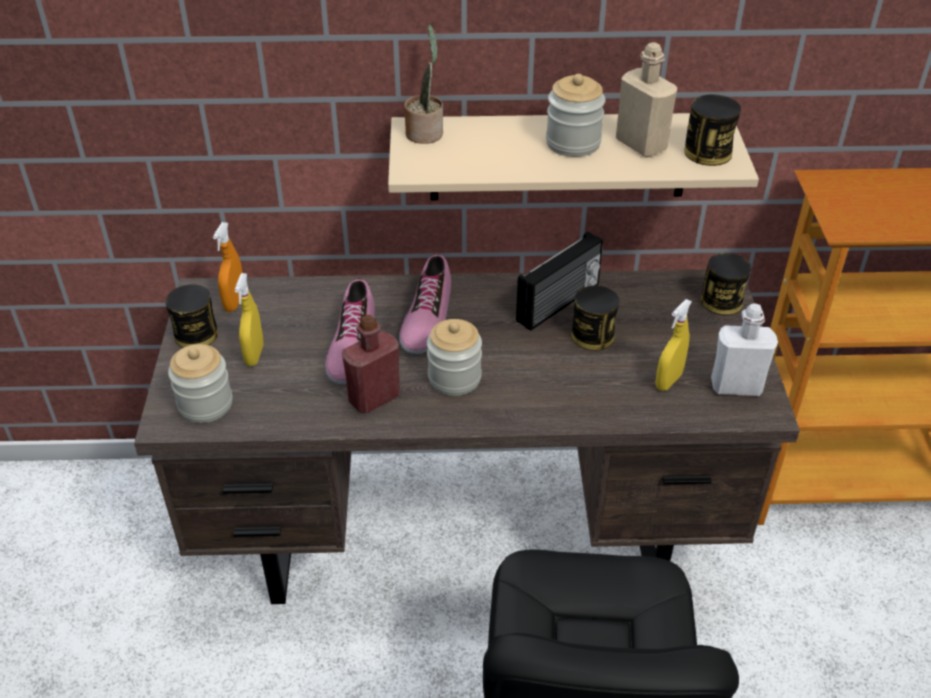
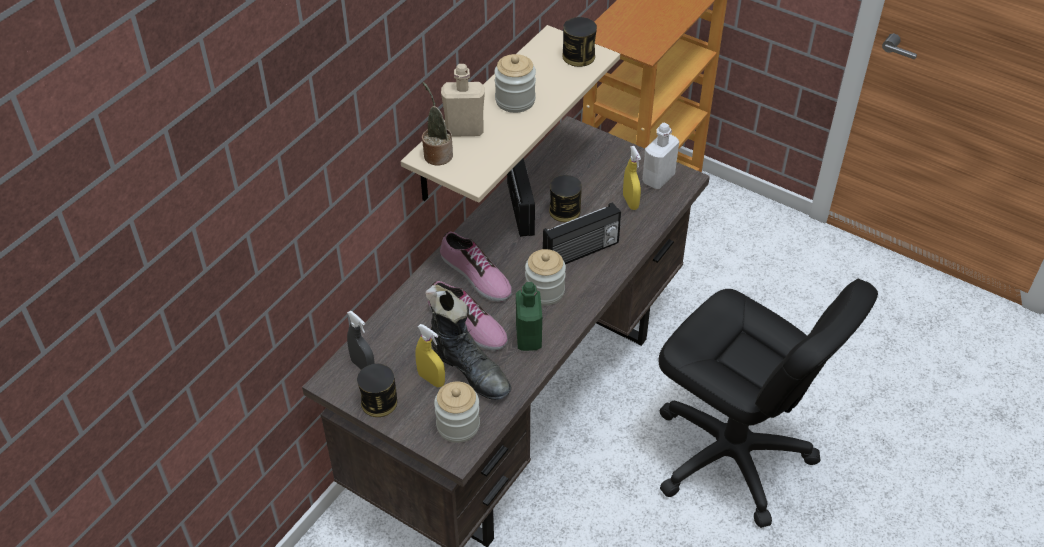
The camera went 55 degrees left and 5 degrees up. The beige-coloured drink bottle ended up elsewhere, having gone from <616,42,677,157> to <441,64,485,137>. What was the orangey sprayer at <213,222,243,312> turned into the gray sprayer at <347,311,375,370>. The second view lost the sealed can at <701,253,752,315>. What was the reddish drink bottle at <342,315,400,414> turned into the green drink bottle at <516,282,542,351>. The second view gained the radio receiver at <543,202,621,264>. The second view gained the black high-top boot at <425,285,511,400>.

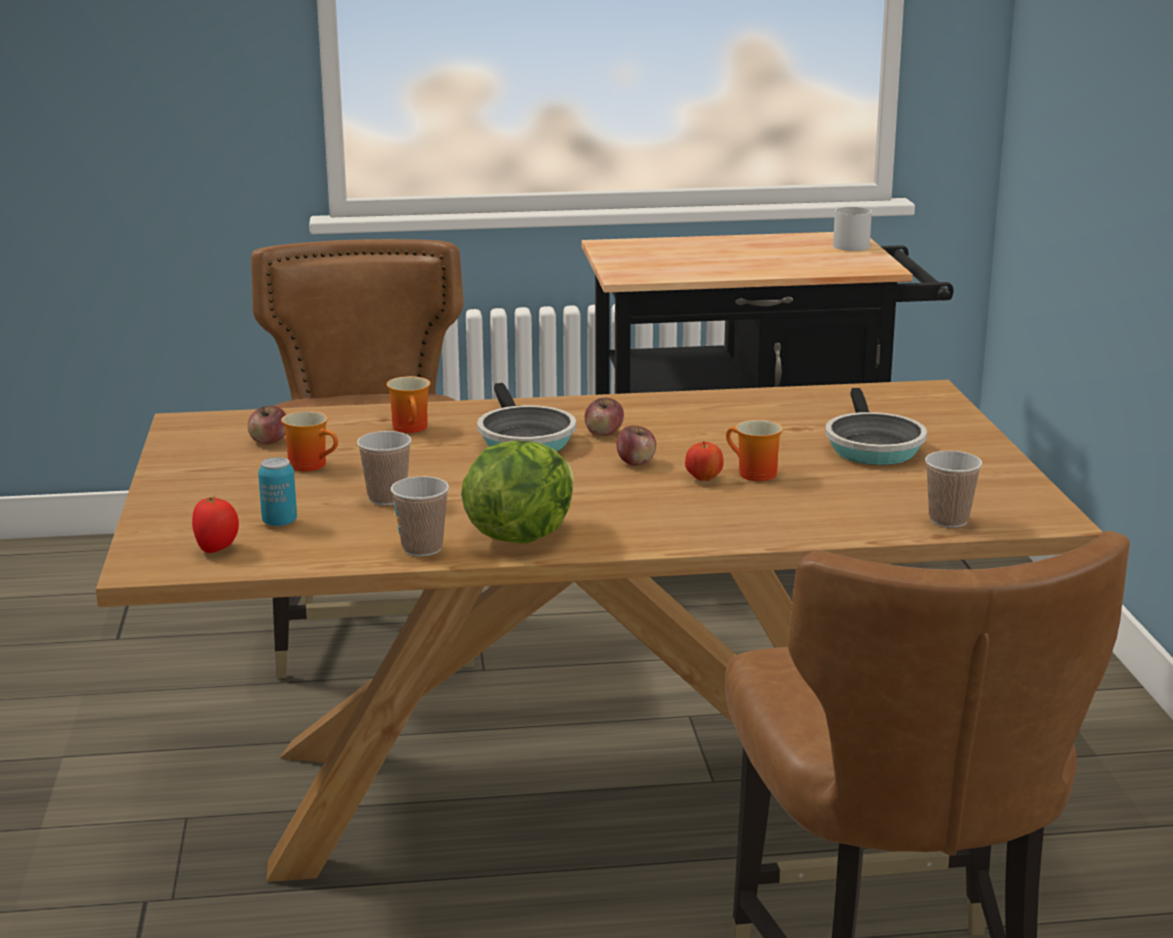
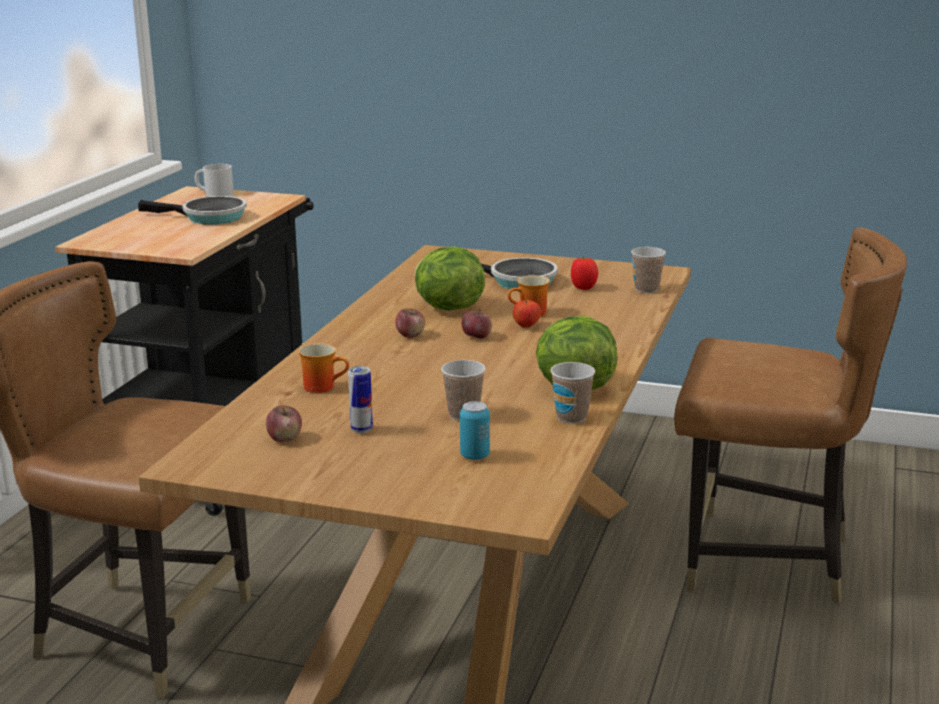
The camera went 65 degrees left and 0 degrees up. The frying pan ended up elsewhere, having gone from <477,383,576,451> to <138,196,247,225>. Where the mug stood at <281,411,338,471>, the sealed can came to stand at <348,366,373,433>. The tomato ended up elsewhere, having gone from <192,496,239,553> to <571,257,598,290>. The second view gained the head of lettuce at <415,247,485,310>.

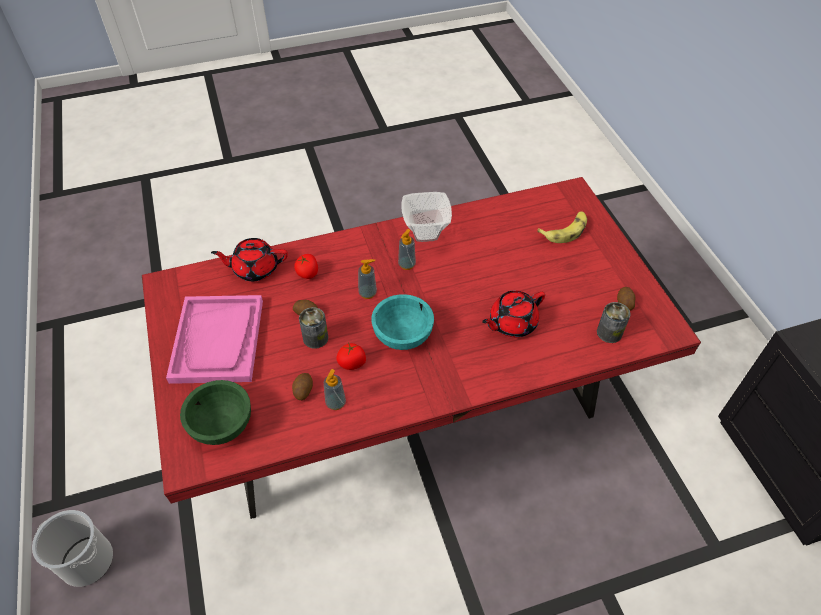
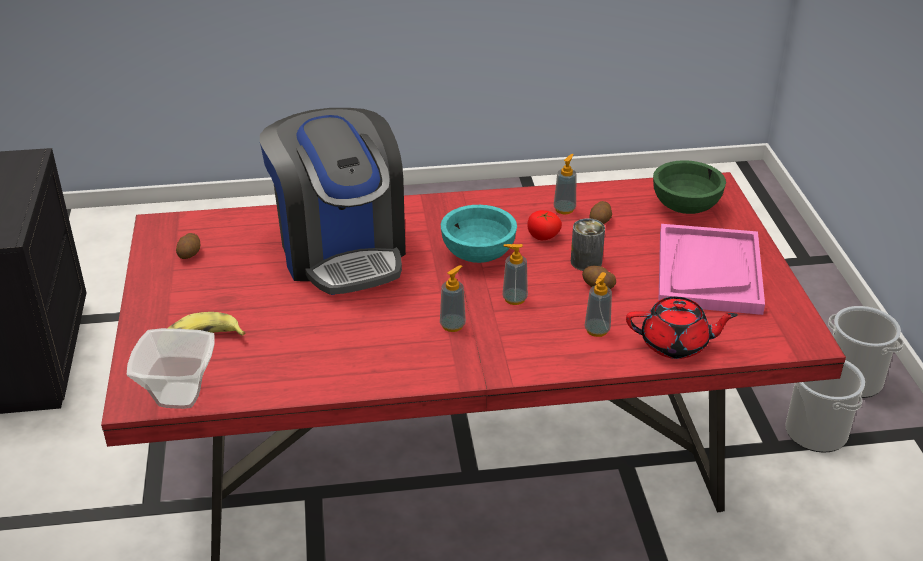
The camera went 170 degrees left and 15 degrees down. The serving bowl ended up elsewhere, having gone from <402,192,452,242> to <127,328,215,409>. Where the tomato stood at <294,254,318,279>, the liquid soap bottle came to stand at <584,272,612,337>. Where the reddish pot for tea stood at <482,290,545,337>, the coffee maker came to stand at <260,108,406,295>. The second view lost the sealed can at <597,302,630,343>. The second view gained the pail at <785,360,865,452>.

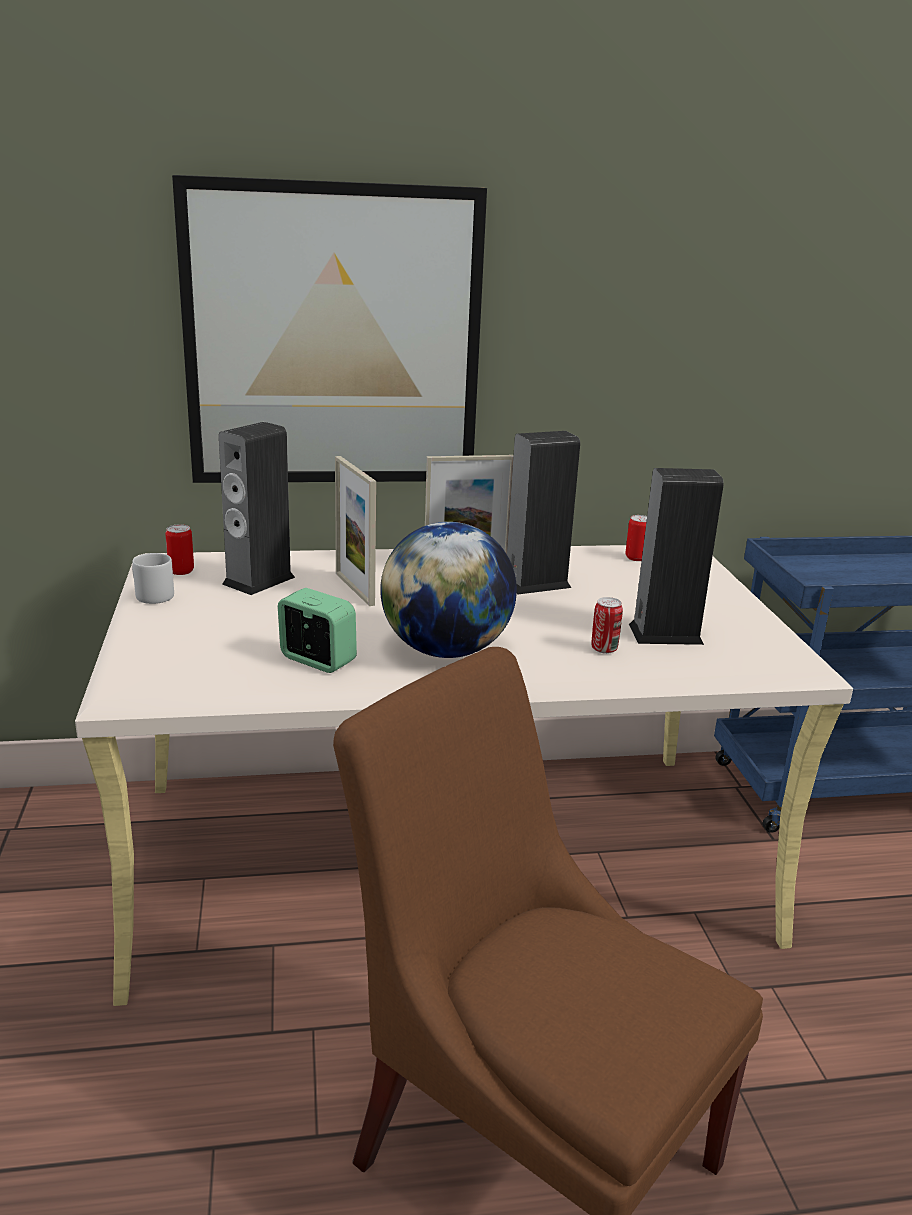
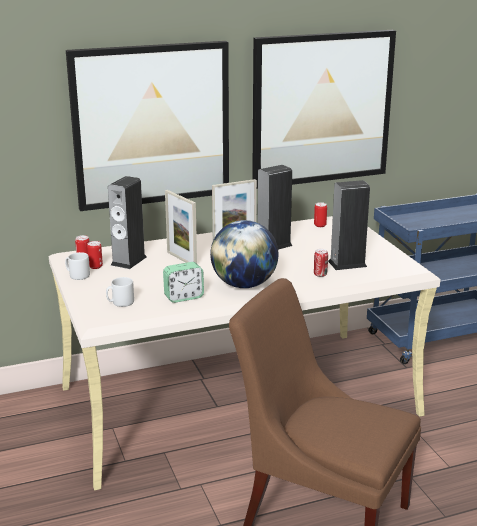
The camera went 10 degrees left and 0 degrees up. The alarm clock at <278,588,357,673> ended up facing another way, 135 degrees clockwise from before. The second view gained the wall art at <252,30,396,189>. The second view gained the sealed can at <87,241,103,269>. The second view gained the gray mug at <106,277,134,307>.

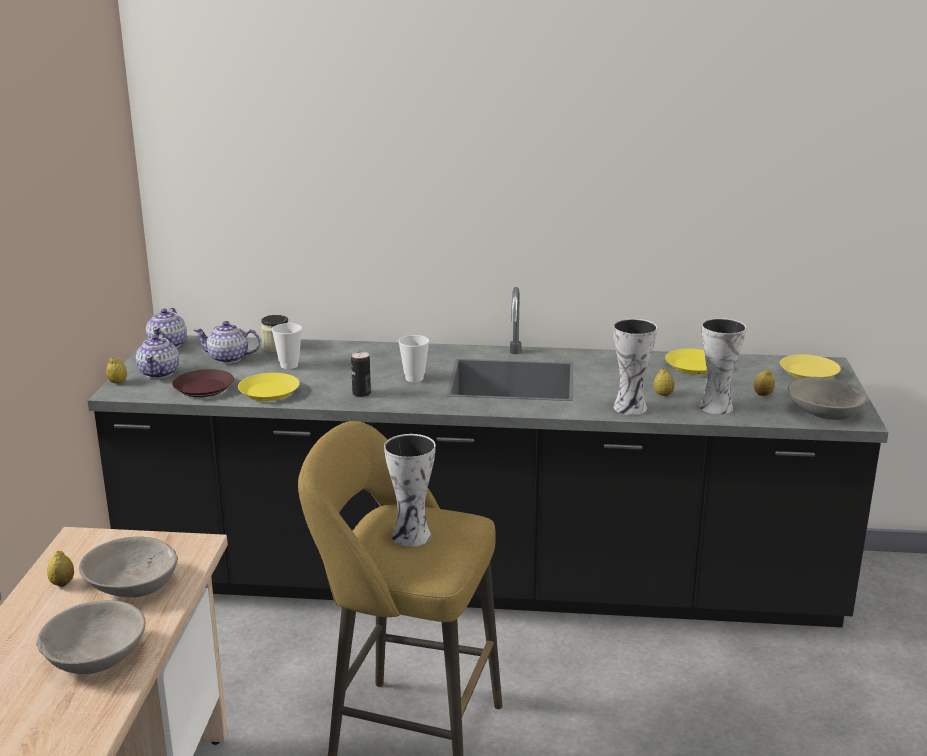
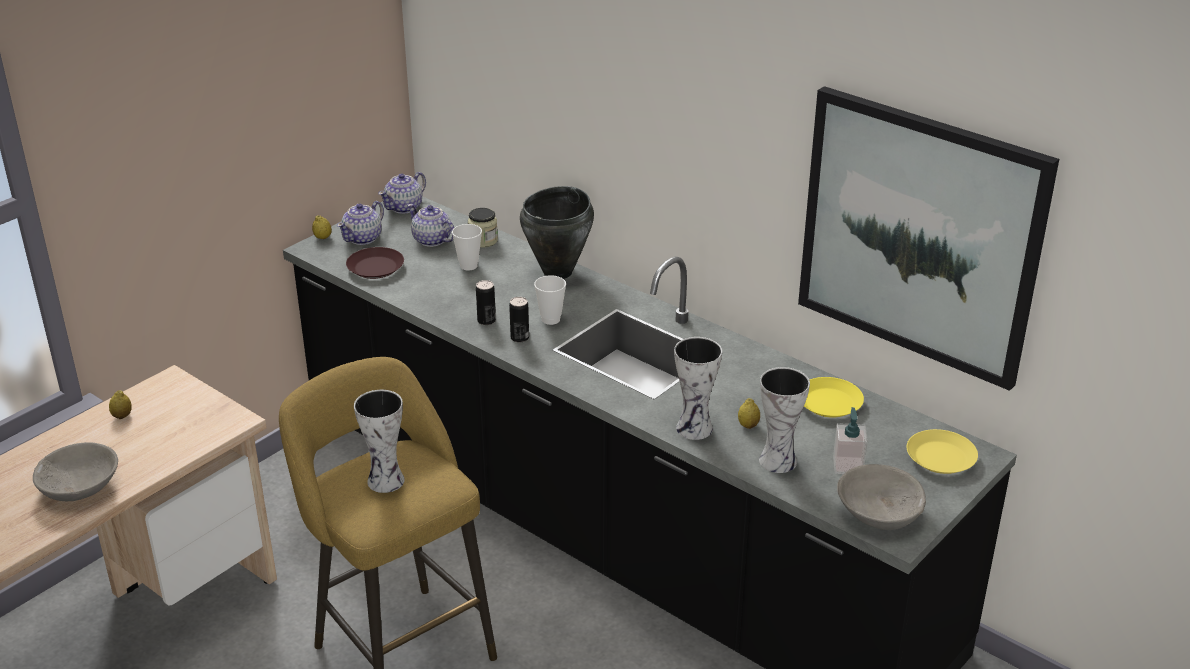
The camera went 35 degrees right and 10 degrees up. Where the lemon stood at <753,369,775,396>, the liquid soap bottle came to stand at <833,407,868,474>. The second view lost the yellow-coloured dinner plate at <238,373,300,401>. The second view lost the gray serving bowl at <79,536,178,597>. The second view gained the wall art at <798,86,1059,391>. The second view gained the black saucepot at <520,186,594,279>. The second view gained the sealed can at <509,297,529,342>.

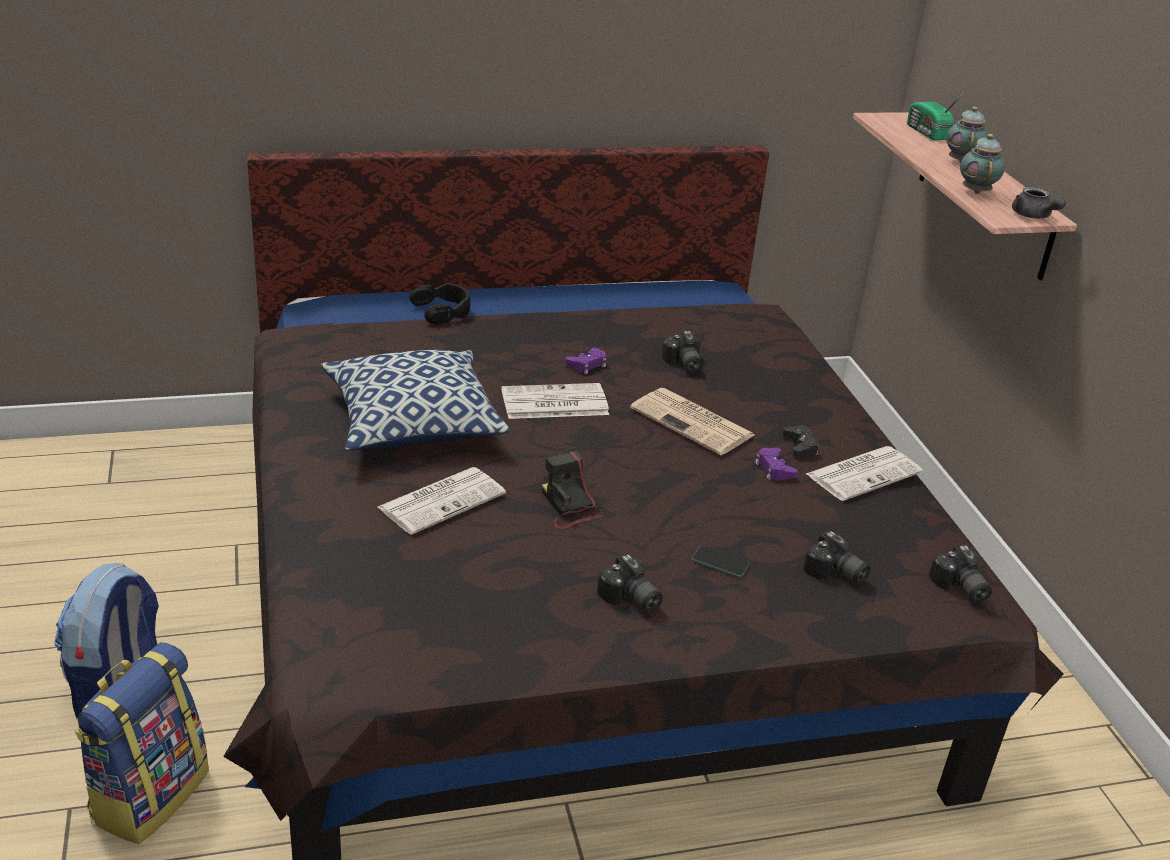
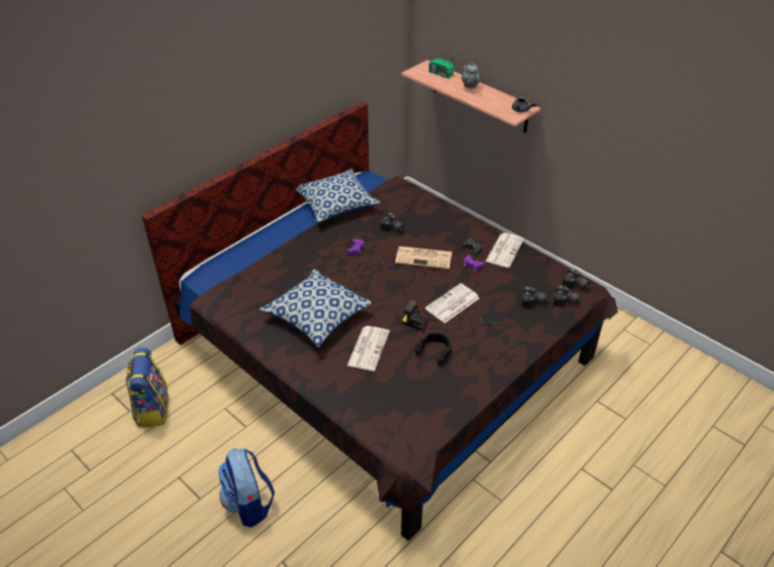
The camera went 30 degrees left and 10 degrees up. The second view lost the pot for tea at <960,134,1005,194>. The black headphones ended up elsewhere, having gone from <410,283,471,325> to <415,332,452,365>. The newspaper ended up elsewhere, having gone from <501,383,609,419> to <425,283,480,323>. The photo camera ended up elsewhere, having gone from <597,554,663,612> to <553,285,580,307>. The knapsack ended up elsewhere, having gone from <75,642,209,844> to <126,348,168,428>. The second view gained the throw pillow at <296,169,381,223>.

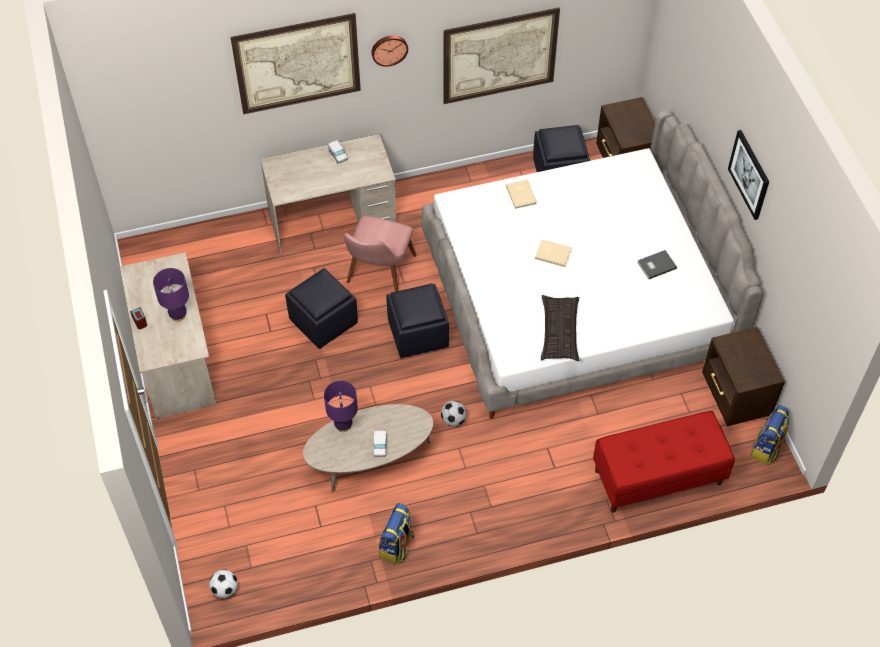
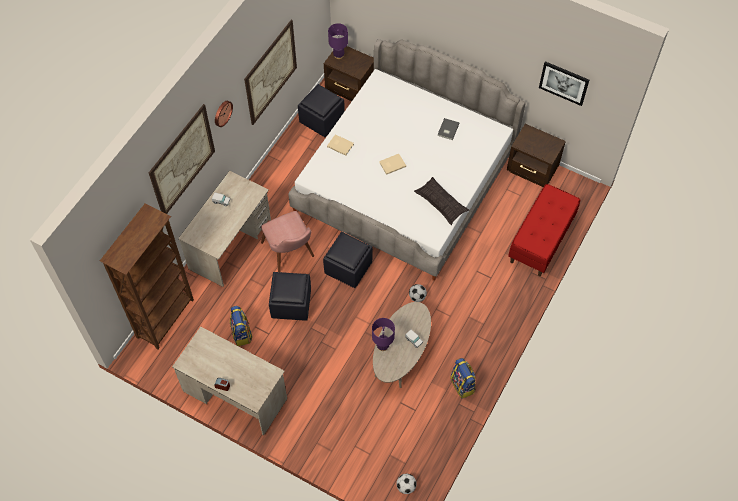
The camera went 45 degrees left and 5 degrees up. The wall art ended up elsewhere, having gone from <728,130,769,220> to <539,61,589,106>. The purple-coloured table lamp ended up elsewhere, having gone from <153,268,189,322> to <328,23,348,59>. The knapsack ended up elsewhere, having gone from <750,405,790,465> to <230,306,252,346>. The second view gained the brown-coloured bookshelf at <100,203,194,349>.

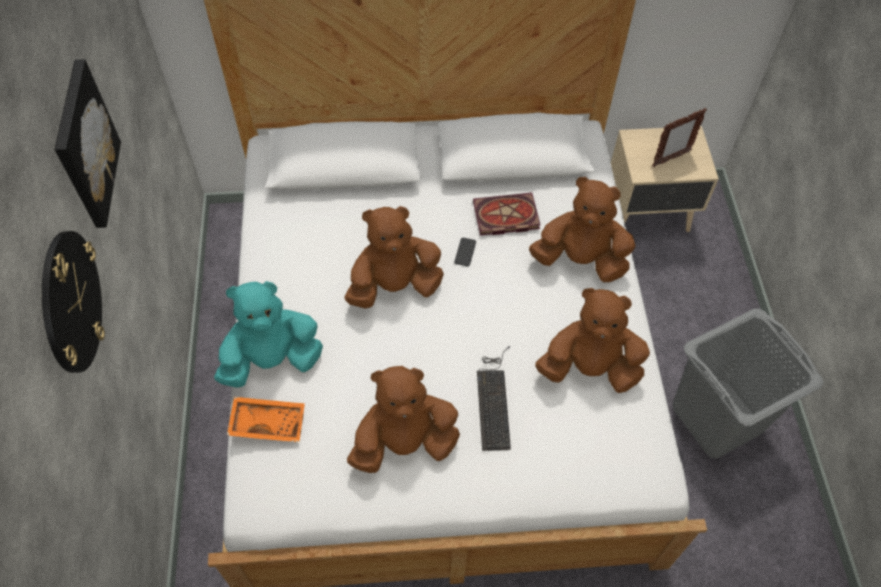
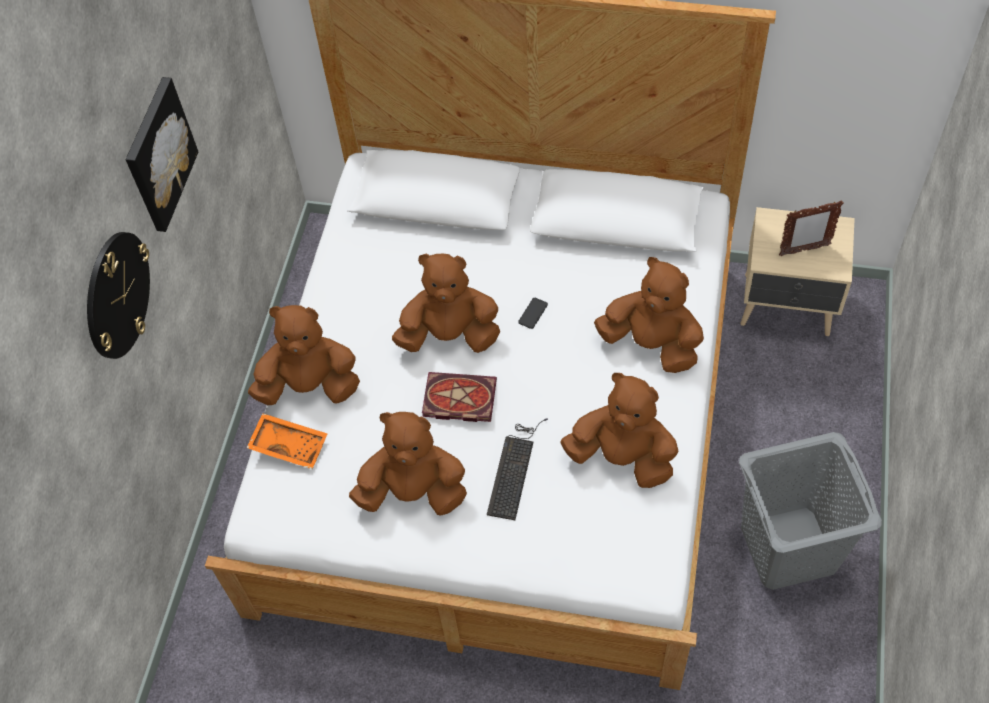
The camera went 20 degrees right and 0 degrees up. The bound book ended up elsewhere, having gone from <473,192,540,236> to <422,372,497,422>. What was the turquoise plush toy at <214,281,323,388> turned into the brown-coloured plush toy at <248,305,360,405>.

